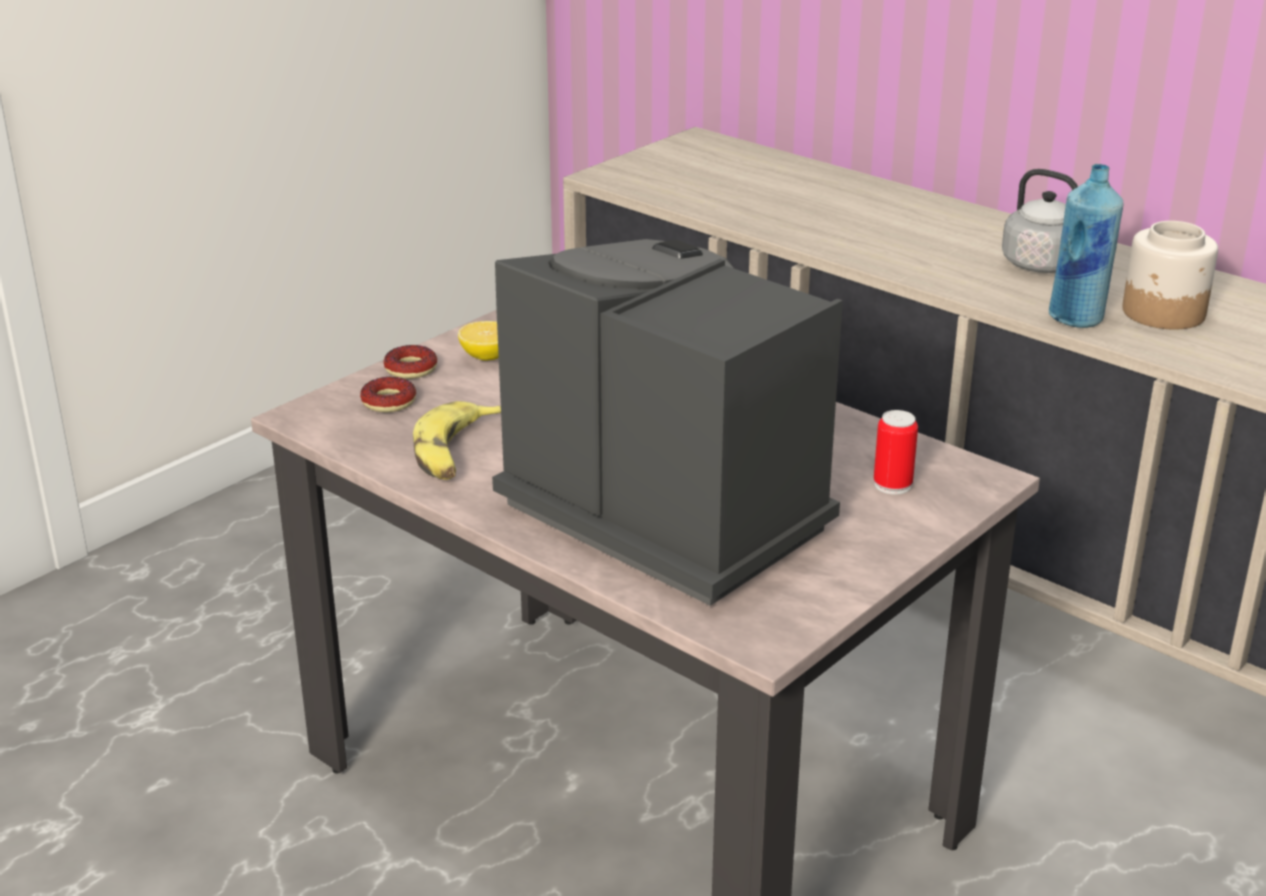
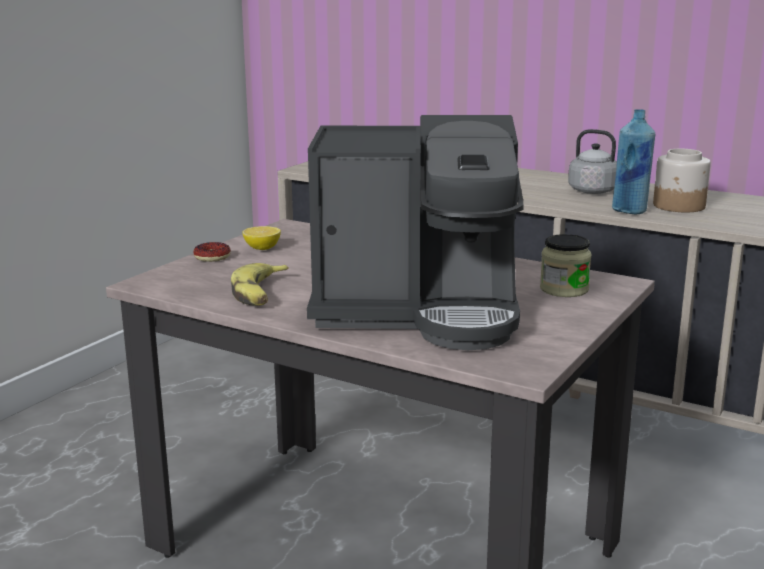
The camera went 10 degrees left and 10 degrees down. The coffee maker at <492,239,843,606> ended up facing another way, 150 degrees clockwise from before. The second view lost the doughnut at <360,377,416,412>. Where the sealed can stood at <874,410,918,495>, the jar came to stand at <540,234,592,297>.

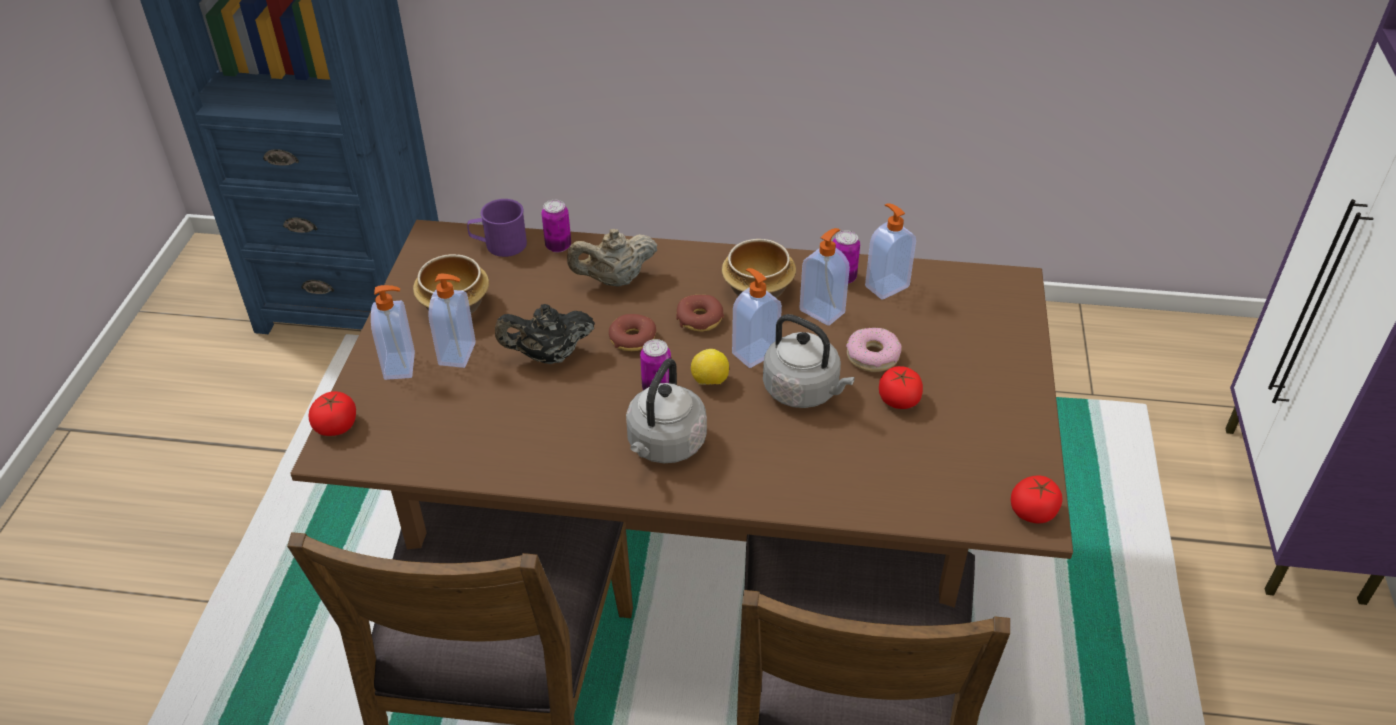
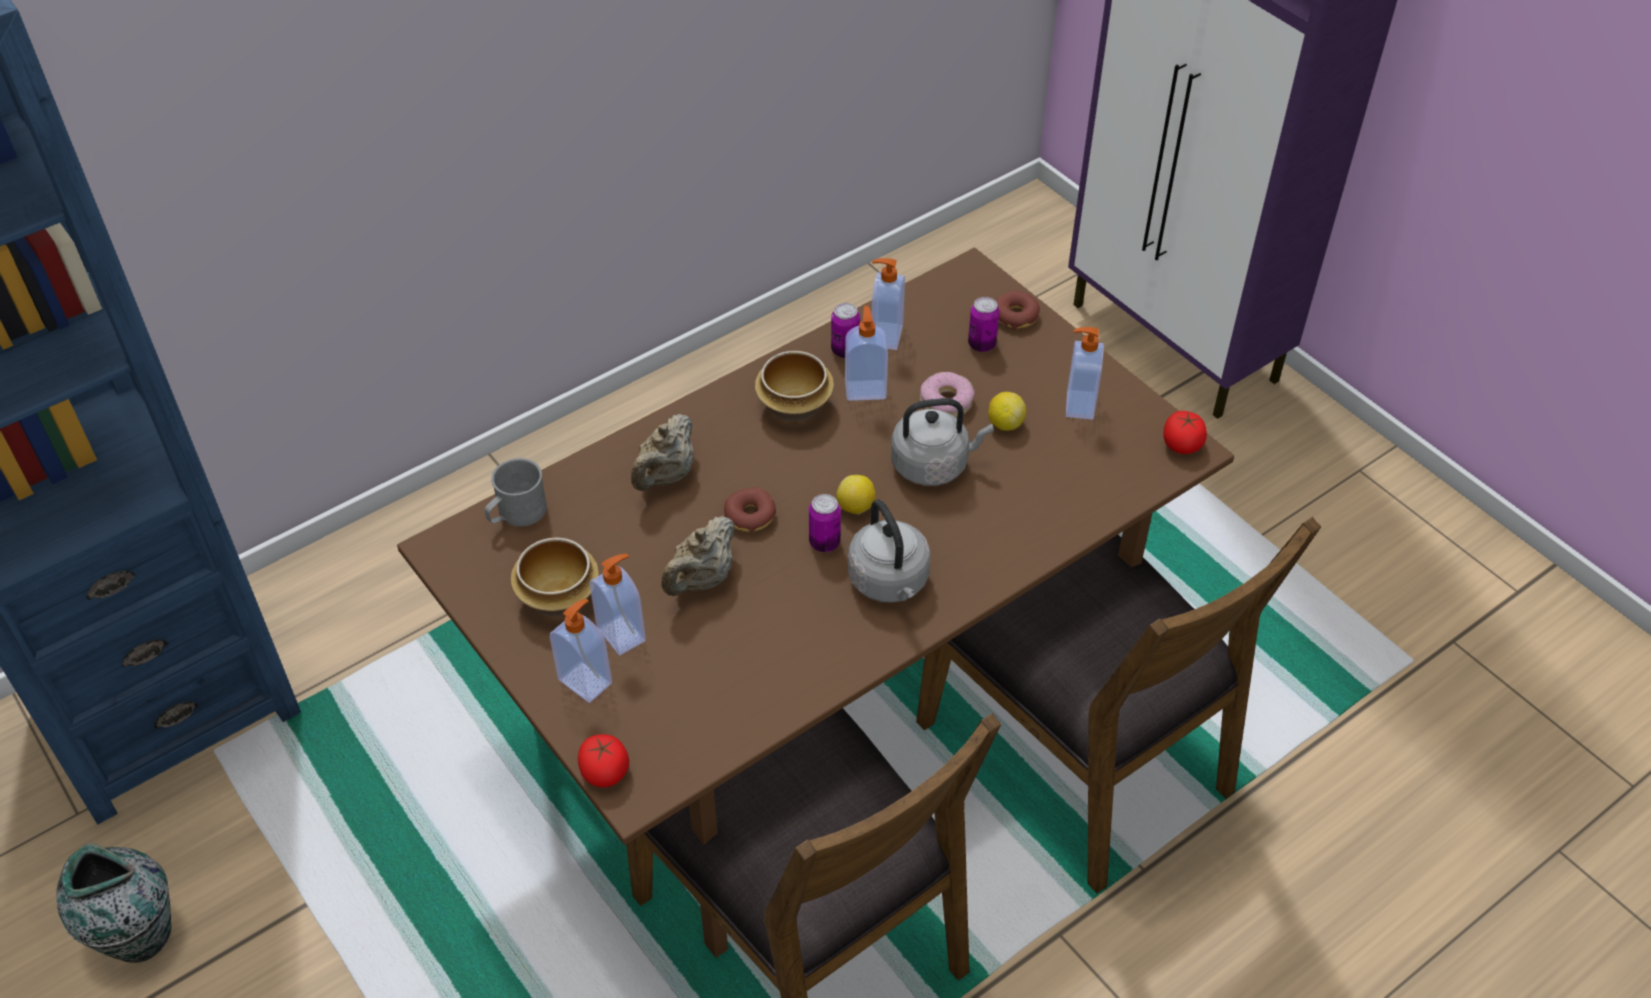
The camera went 45 degrees left and 5 degrees up. What was the purple-coloured mug at <467,199,527,257> turned into the gray mug at <485,458,547,527>. The sealed can ended up elsewhere, having gone from <541,200,571,253> to <968,297,1000,352>. The liquid soap bottle ended up elsewhere, having gone from <732,268,782,368> to <1066,327,1104,420>. The doughnut ended up elsewhere, having gone from <676,295,724,332> to <996,291,1040,330>. What was the black pot for tea at <495,304,595,364> turned into the beige-coloured pot for tea at <661,516,734,596>. Where the tomato stood at <879,366,923,409>, the lemon came to stand at <988,392,1026,431>. The second view gained the flower vase at <57,843,171,963>.

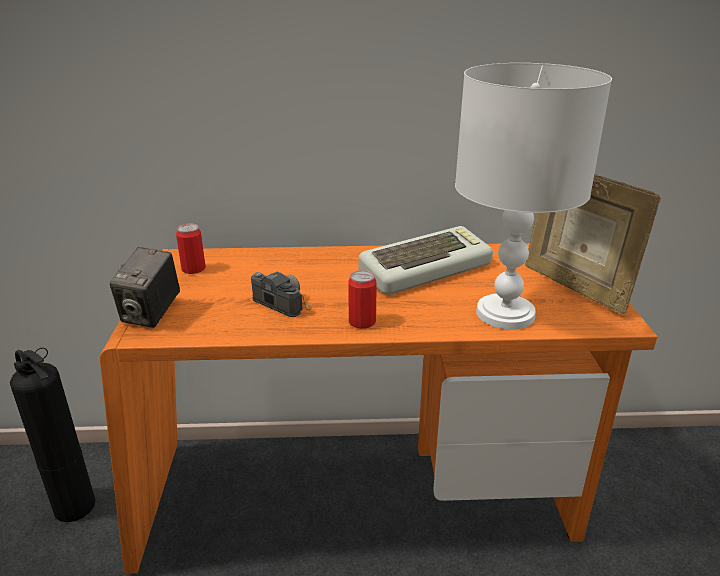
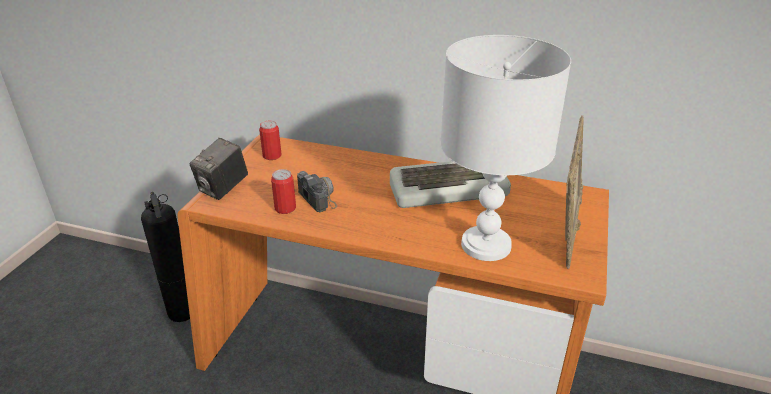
The camera went 20 degrees right and 5 degrees up. The standing frame at <525,174,661,314> ended up facing another way, 150 degrees counterclockwise from before. The sealed can ended up elsewhere, having gone from <348,270,377,329> to <271,169,296,214>.

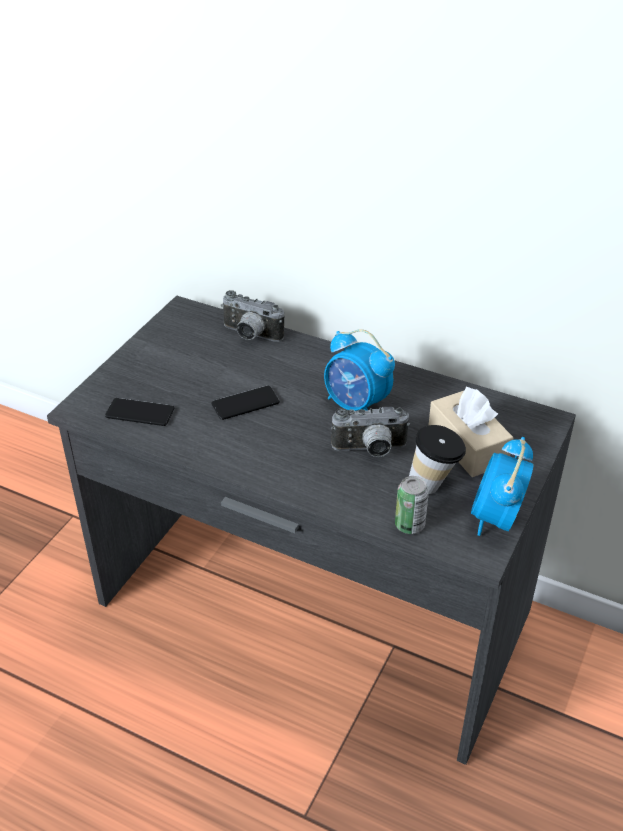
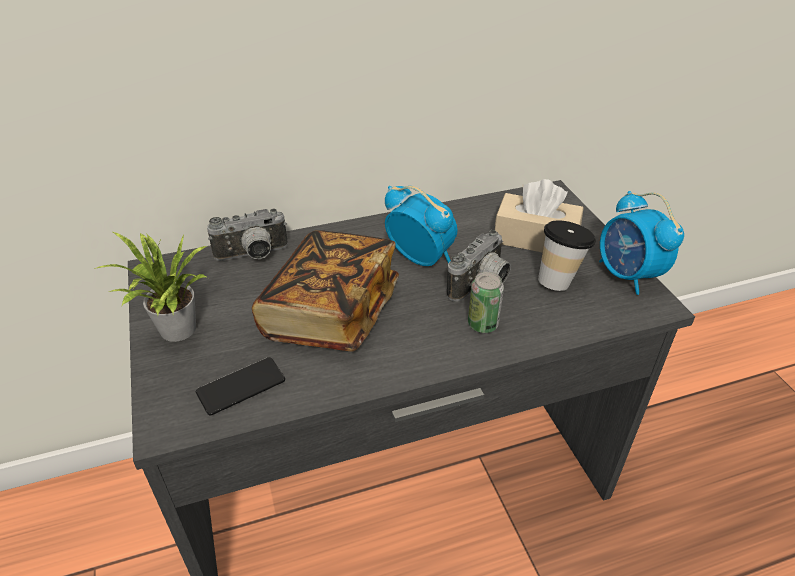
The camera went 45 degrees left and 0 degrees up. The alarm clock at <324,329,395,411> ended up facing another way, 135 degrees counterclockwise from before. Where the telephone stood at <211,385,280,420>, the bound book came to stand at <252,230,399,351>. The sealed can ended up elsewhere, having gone from <395,476,429,534> to <468,272,504,333>. The second view gained the potted plant at <94,232,208,342>.

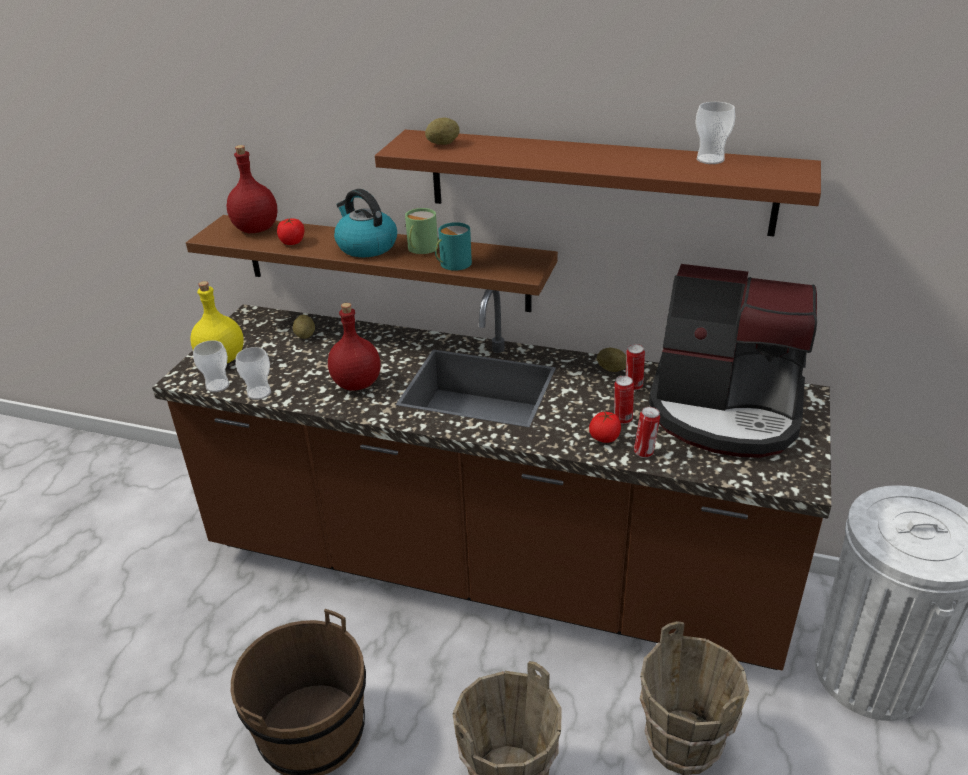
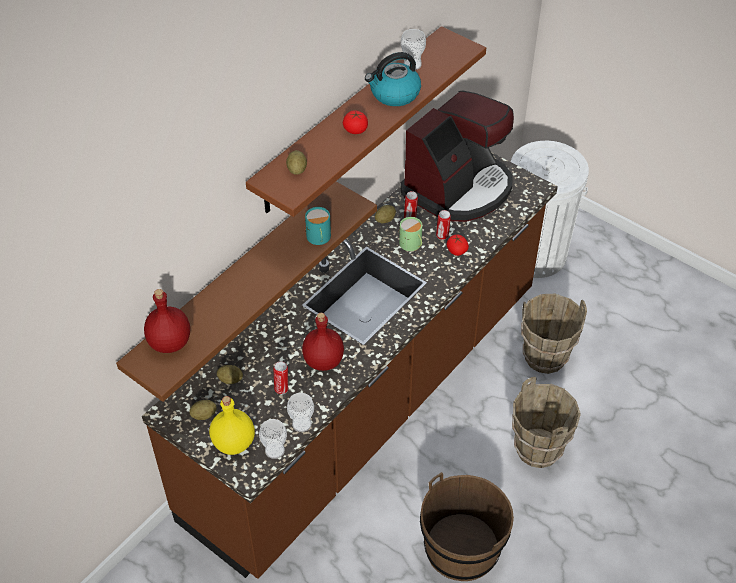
The camera went 70 degrees left and 15 degrees up. The kettle ended up elsewhere, having gone from <334,189,397,257> to <365,52,421,106>. The green mug ended up elsewhere, having gone from <405,208,438,254> to <399,217,422,251>. The tomato ended up elsewhere, having gone from <277,219,304,245> to <343,110,368,134>. The sealed can ended up elsewhere, having gone from <634,407,660,458> to <273,361,288,394>. The second view gained the spud at <190,400,217,420>.

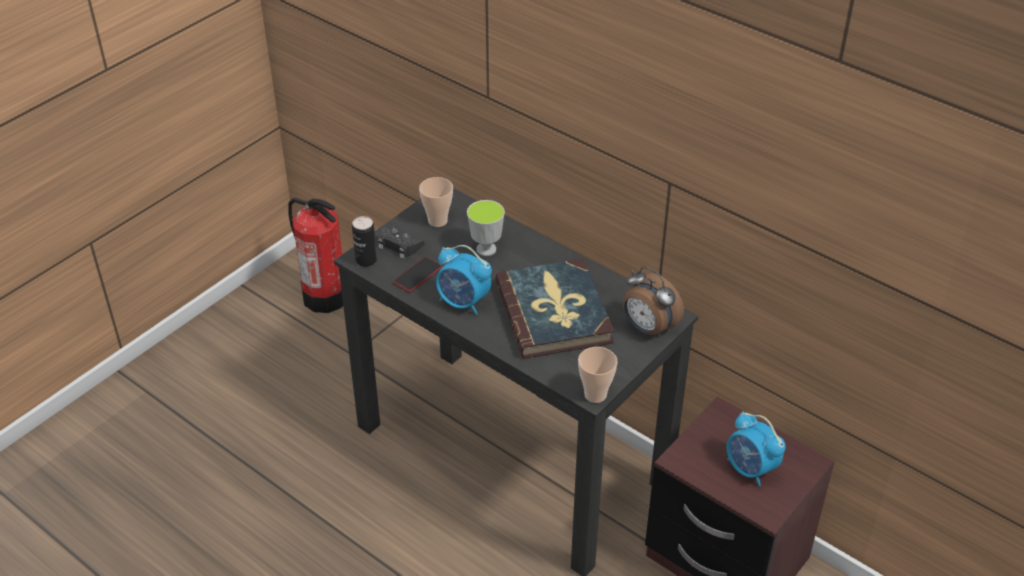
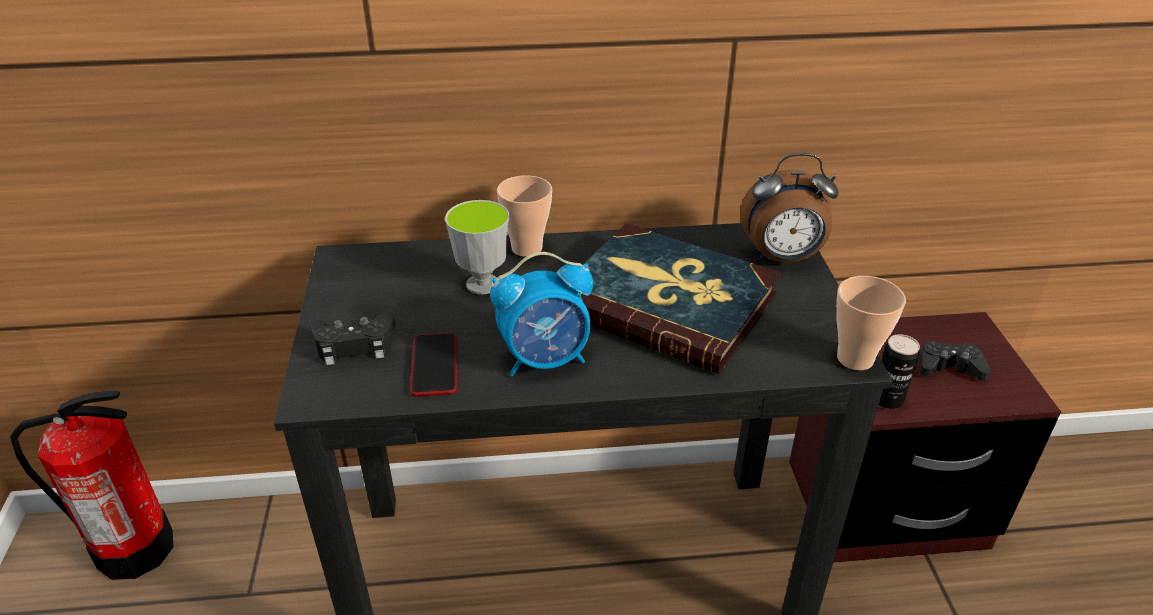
The camera went 45 degrees left and 5 degrees down. The small cup ended up elsewhere, having gone from <419,177,453,227> to <497,175,552,257>. The sealed can ended up elsewhere, having gone from <352,216,377,267> to <879,334,920,409>. Where the alarm clock stood at <727,411,786,486>, the black gamepad came to stand at <919,340,991,380>.

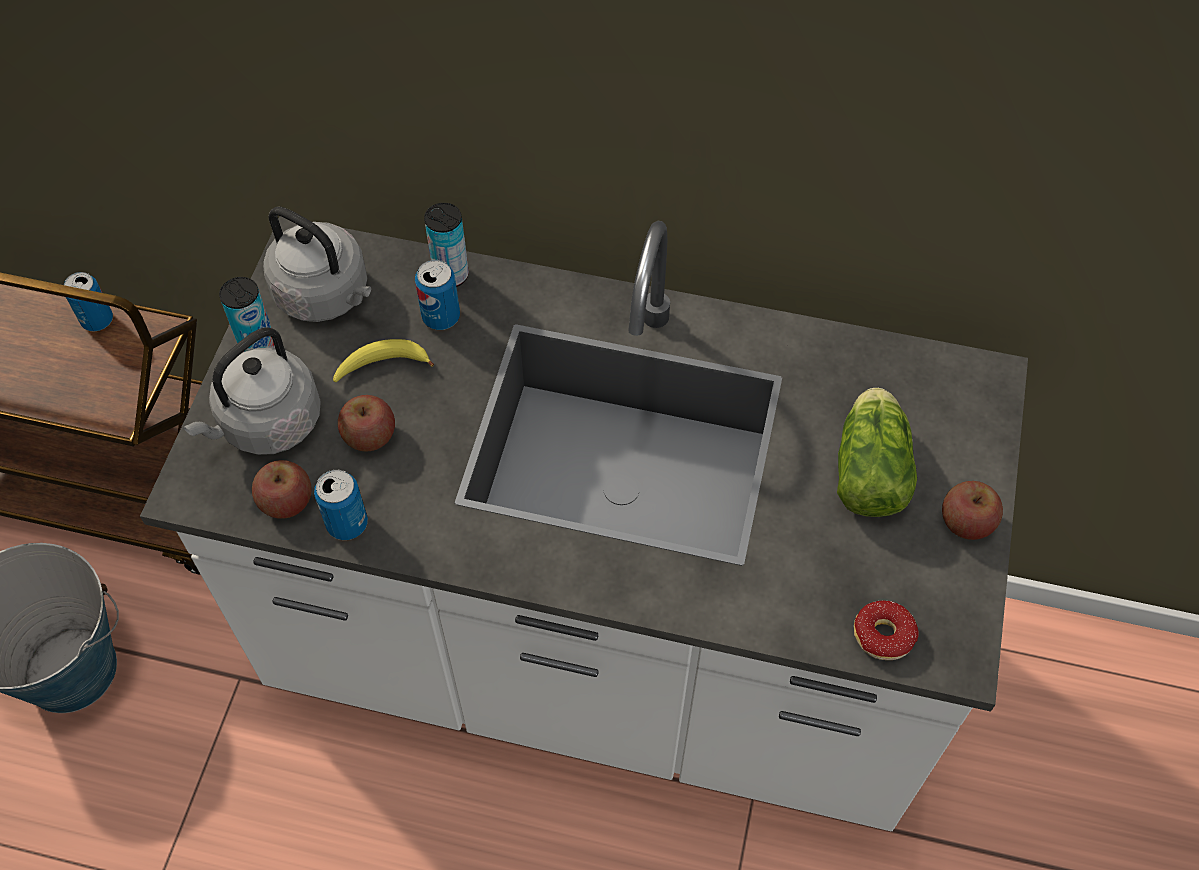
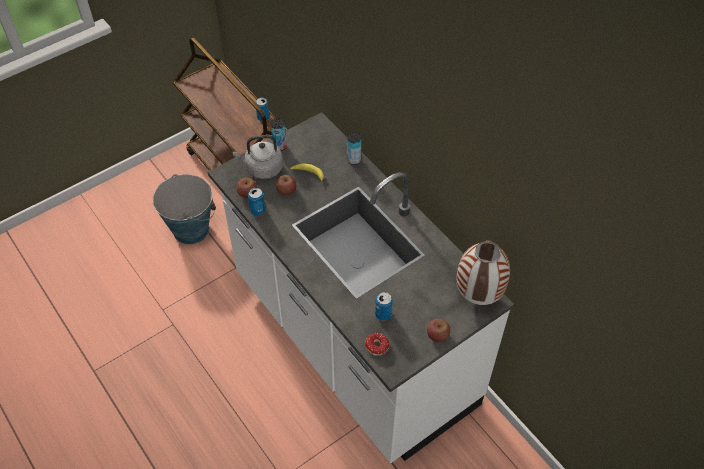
The camera went 40 degrees right and 5 degrees down. The second view lost the gray kettle at <263,207,371,322>. The sealed can ended up elsewhere, having gone from <415,260,460,330> to <375,292,393,321>. The second view lost the head of lettuce at <837,388,917,517>. The second view gained the flower vase at <456,240,510,305>.

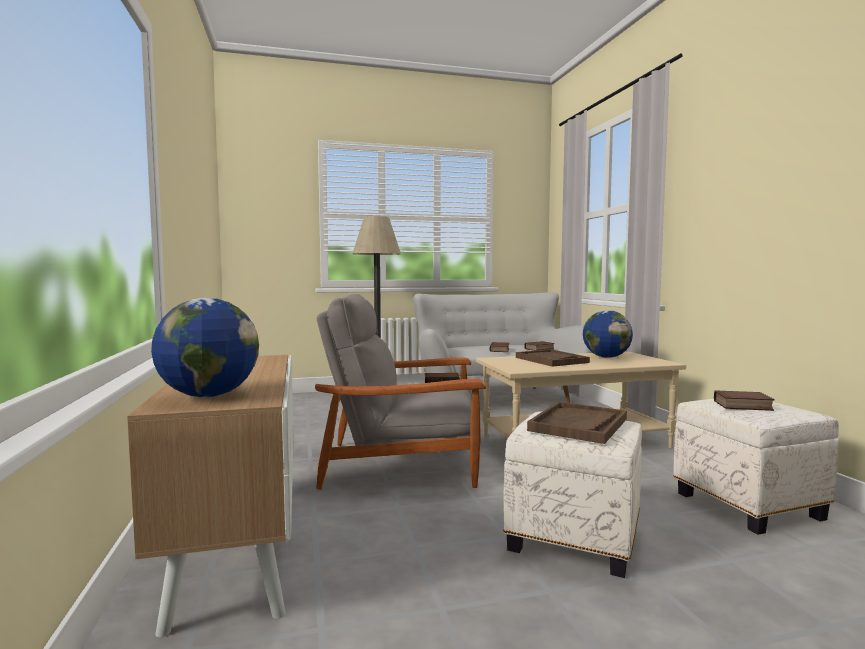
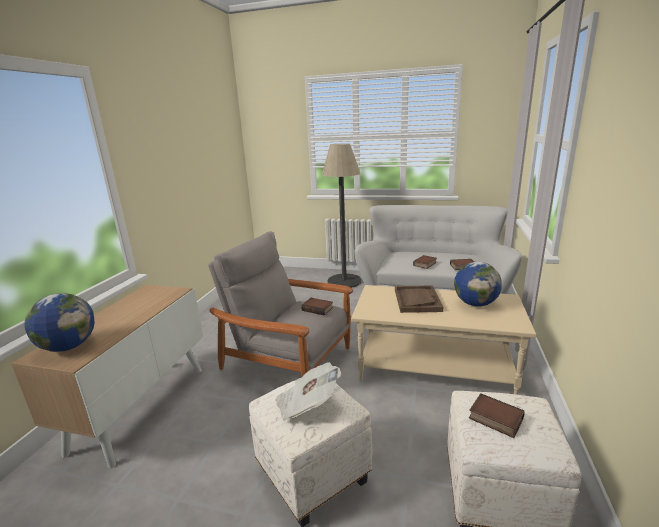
The camera went 30 degrees right and 15 degrees up. Where the brown-coloured serving tray stood at <527,402,627,444>, the newspaper came to stand at <276,362,341,421>.

